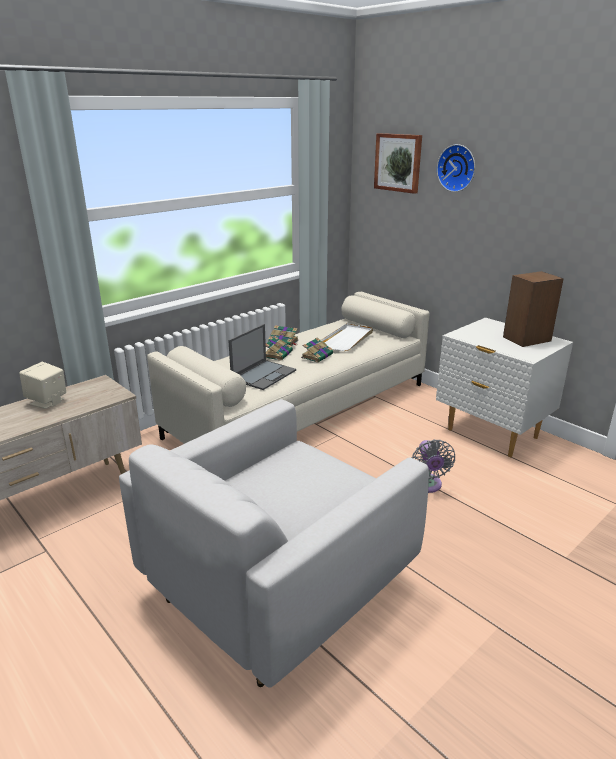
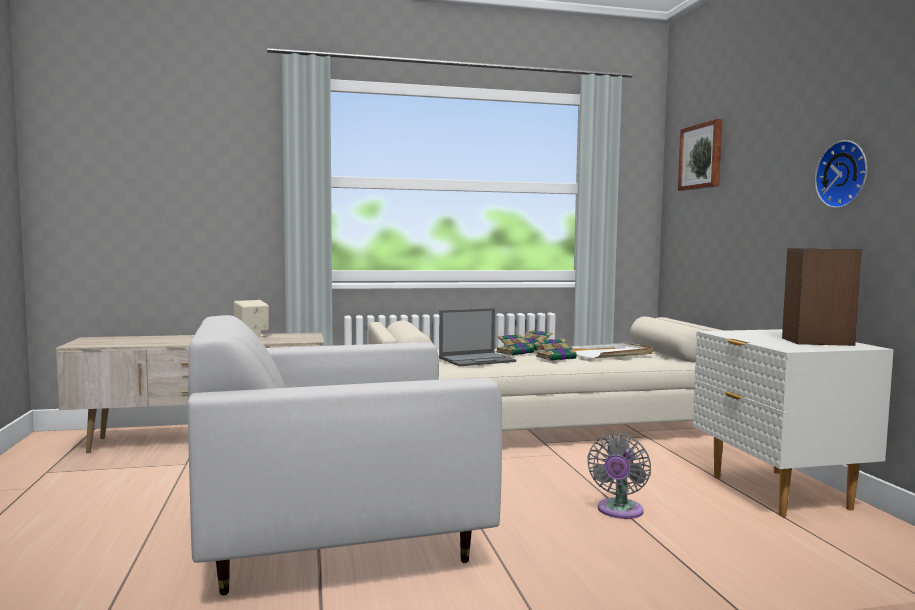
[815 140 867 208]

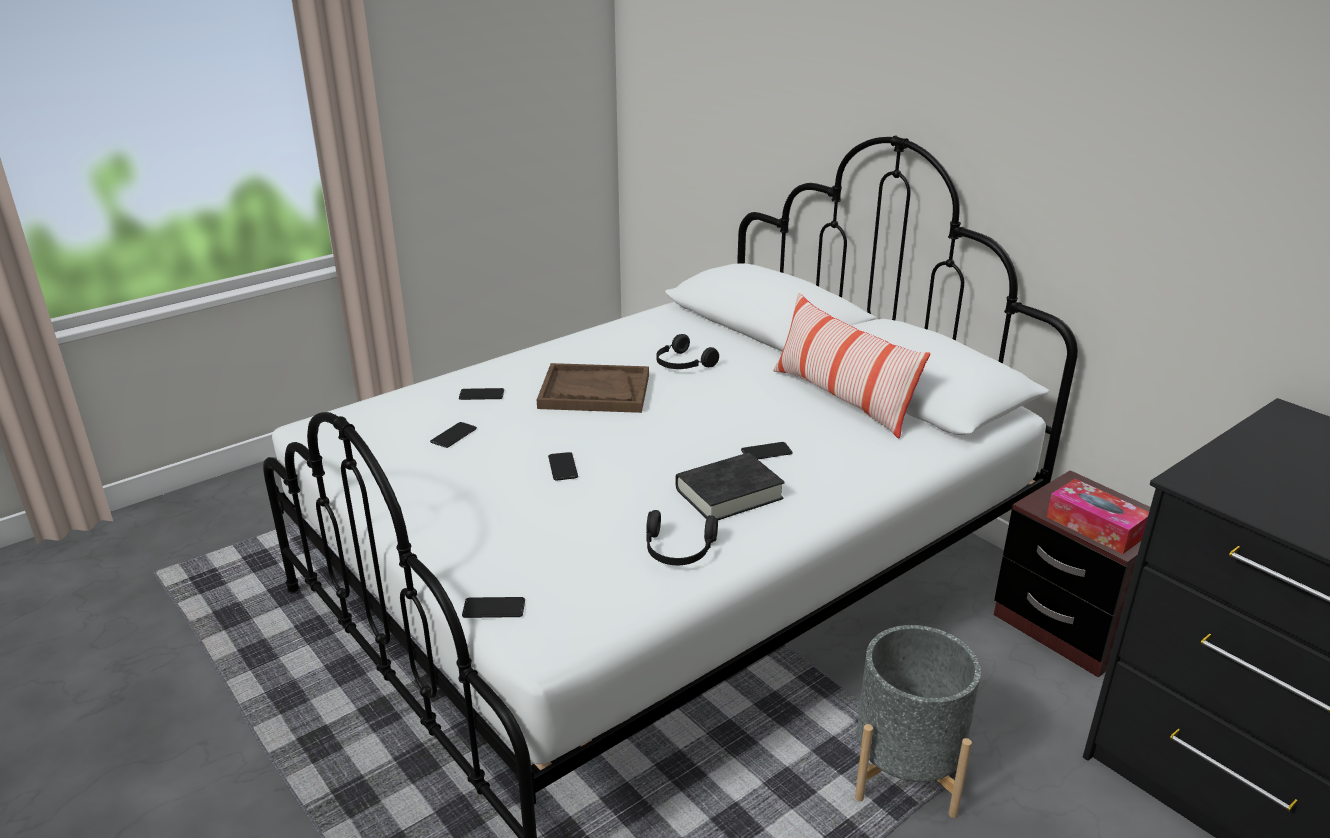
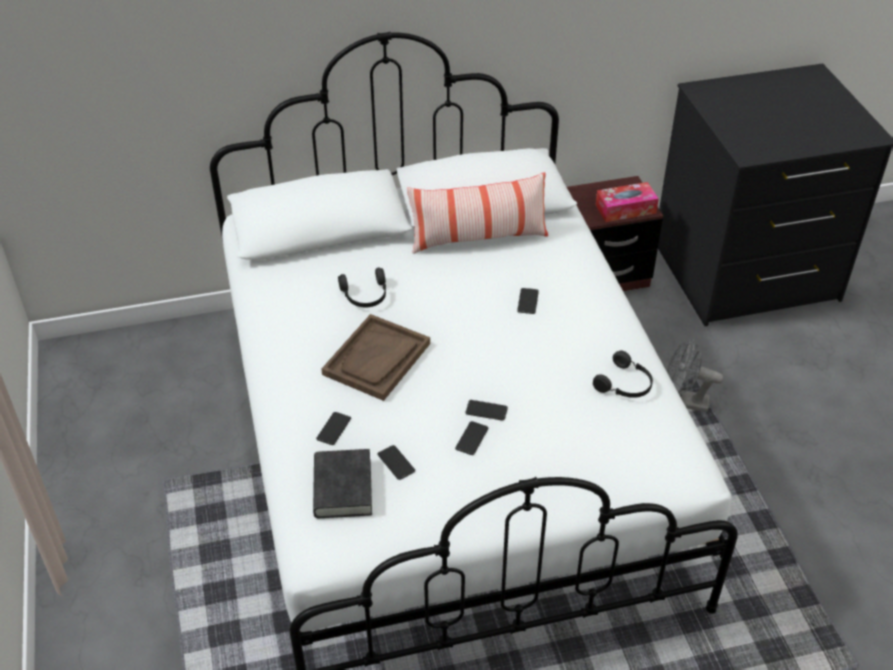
[455 421 489 455]
[313 449 372 518]
[667 339 724 412]

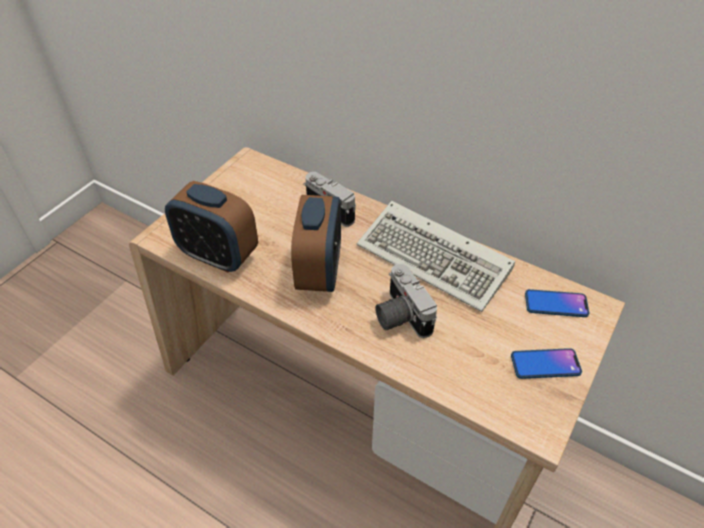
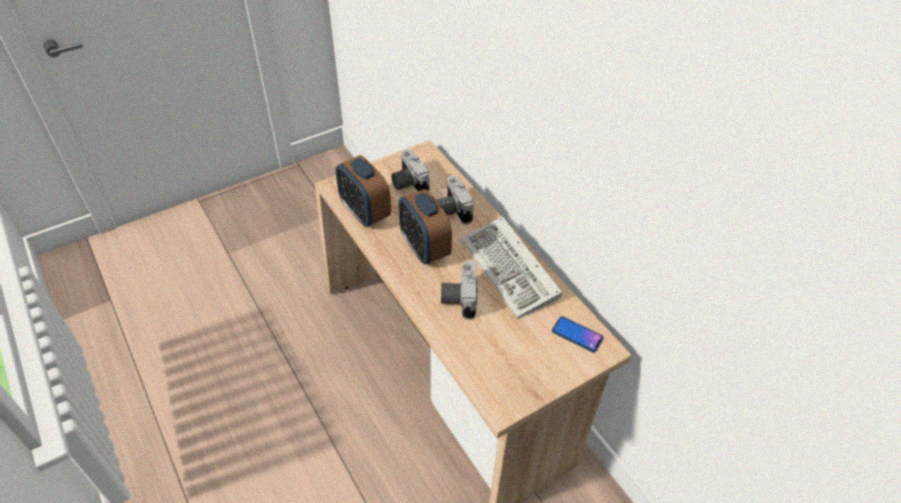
[511 348 582 379] (first image)
[391 149 430 192]
[398 189 452 264]

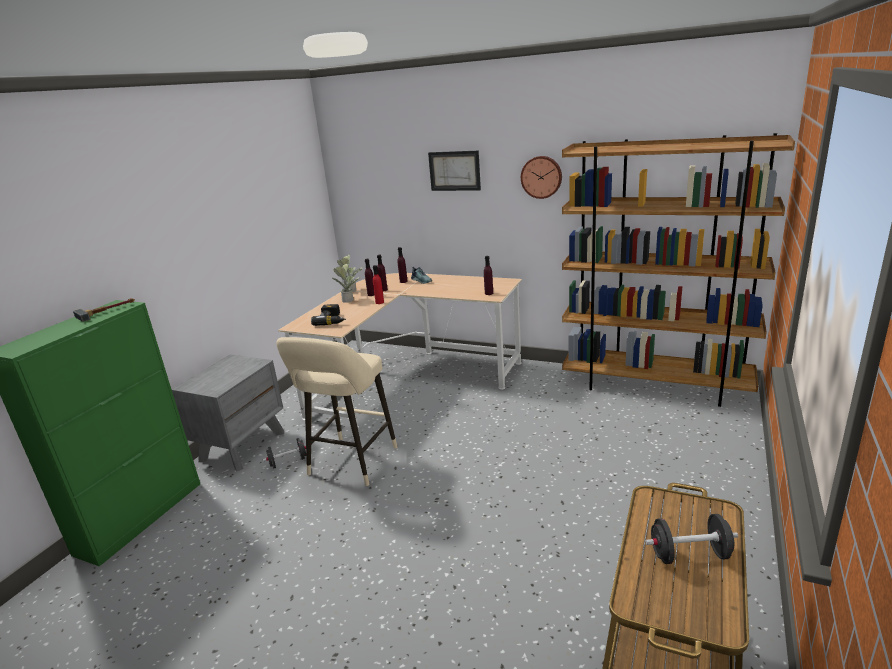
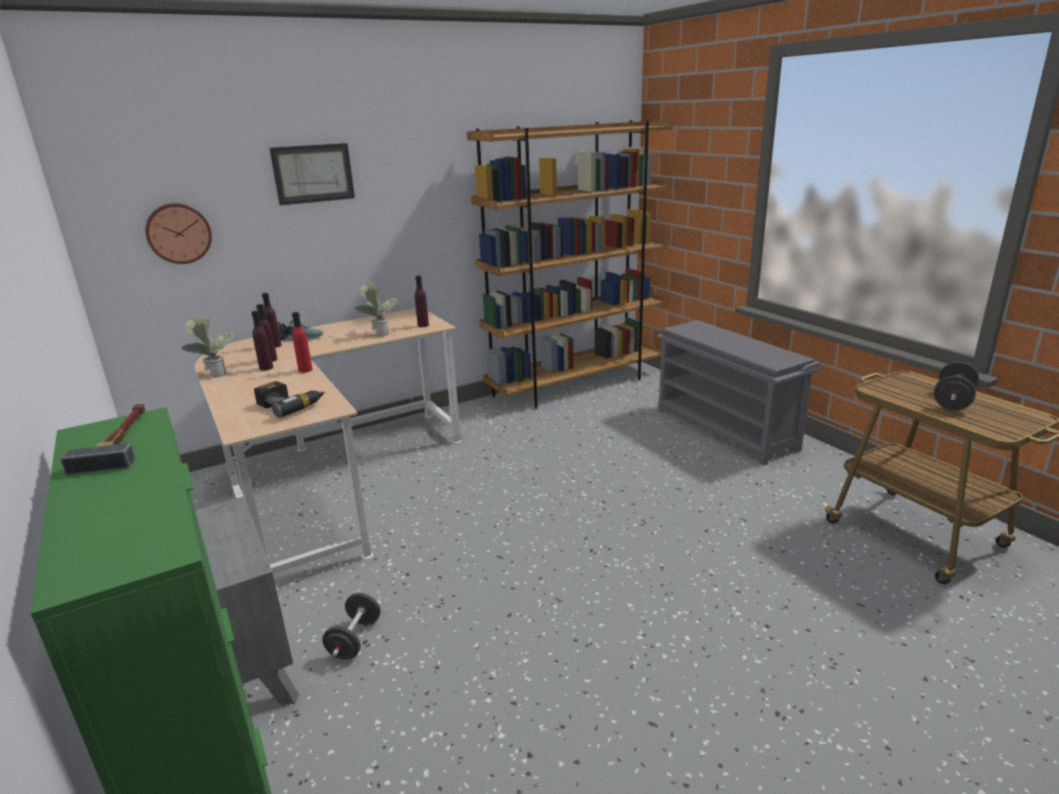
[276 337 397 486] (first image)
[657 320 820 465]
[355 282 398 337]
[145 203 212 264]

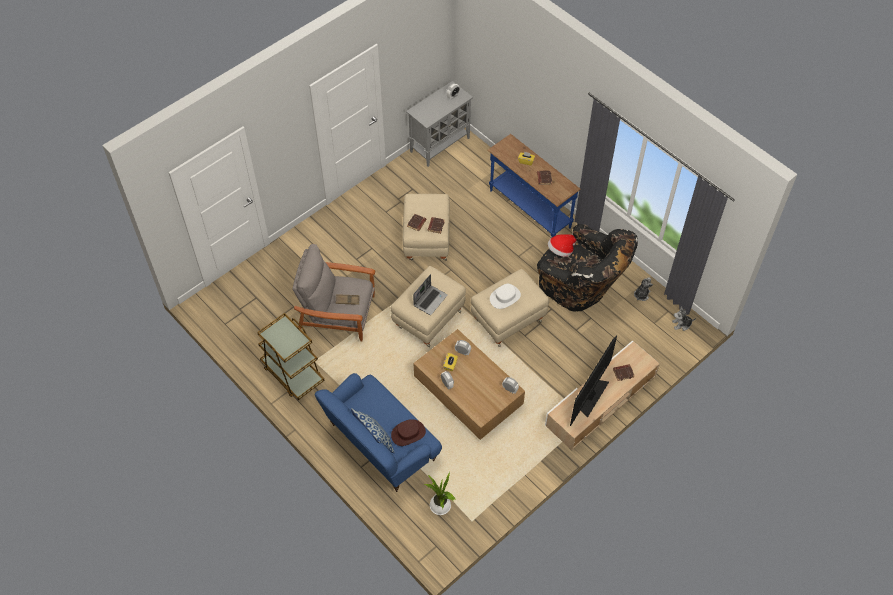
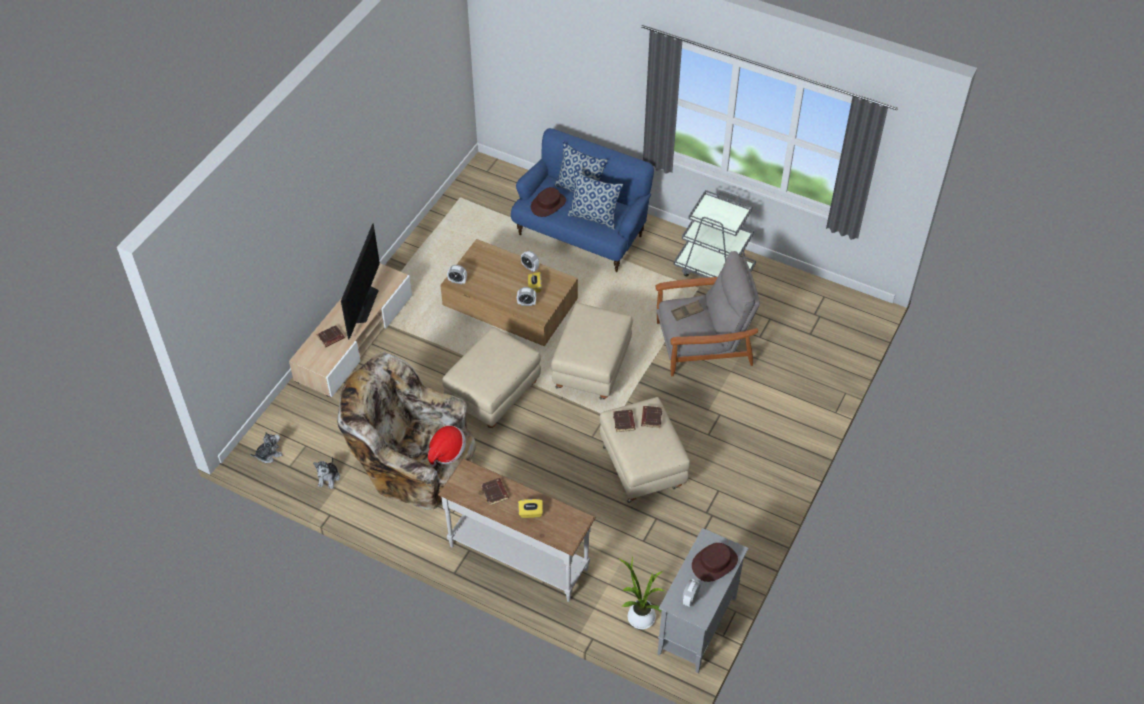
[413 274 447 315] (first image)
[490 284 521 309] (first image)
[567 170 623 230]
[692 543 738 582]
[618 556 665 629]
[673 190 756 278]
[438 459 596 602]
[337 352 476 510]

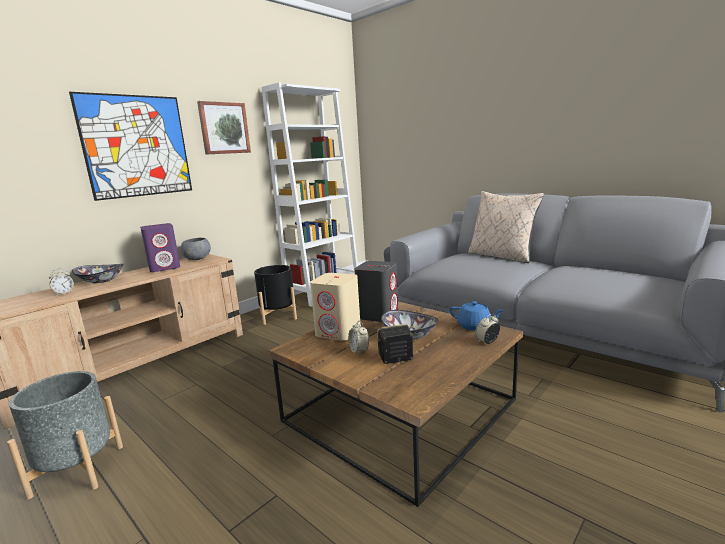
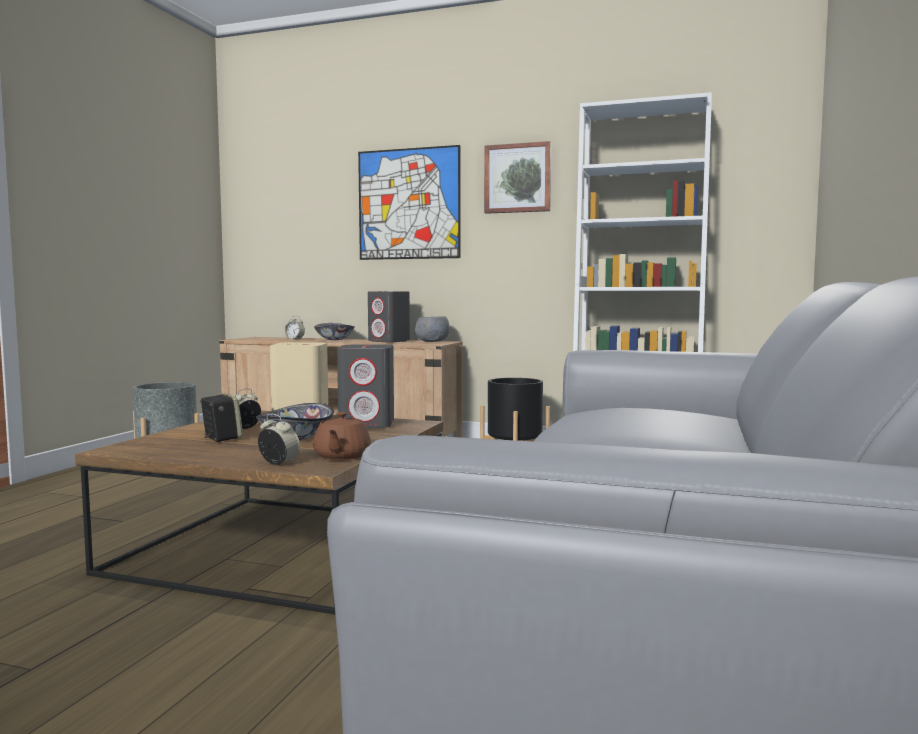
[468 191 544 263] (first image)
[368 291 410 343]
[313 412 371 460]

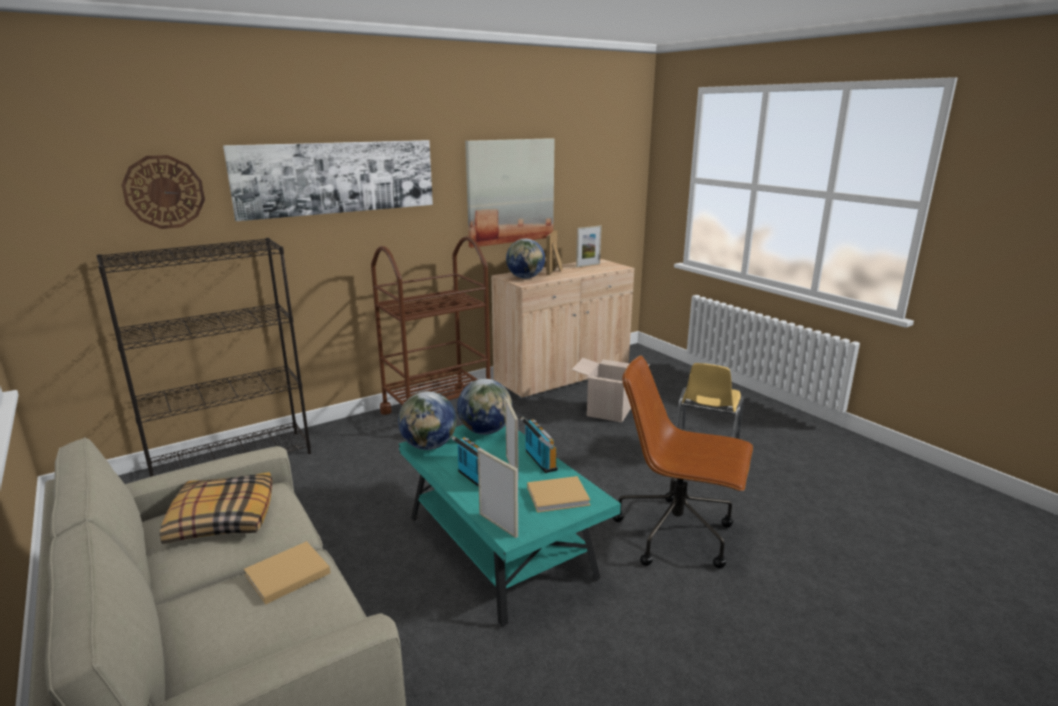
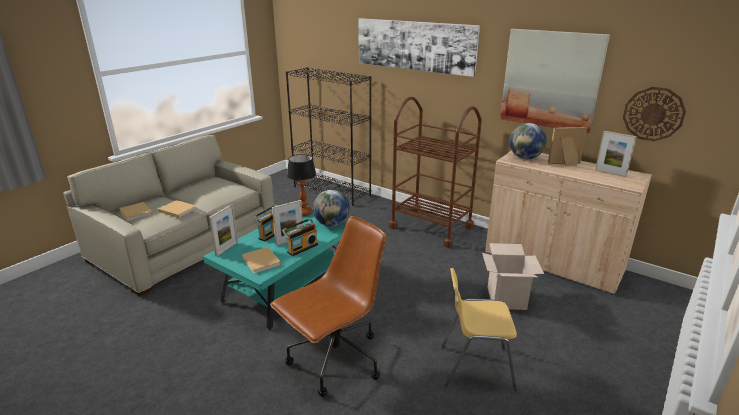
[160 472 272 544] (first image)
[119 202 152 221]
[623 87 686 141]
[287 154 316 216]
[270 216 387 397]

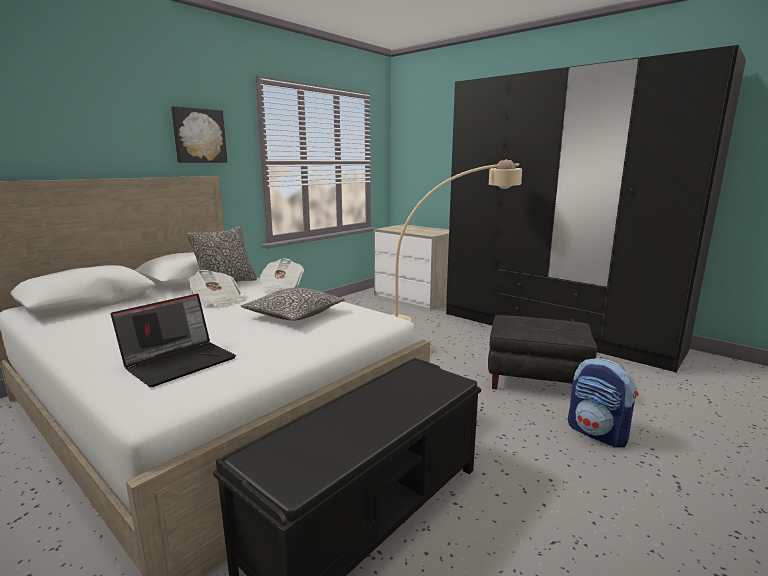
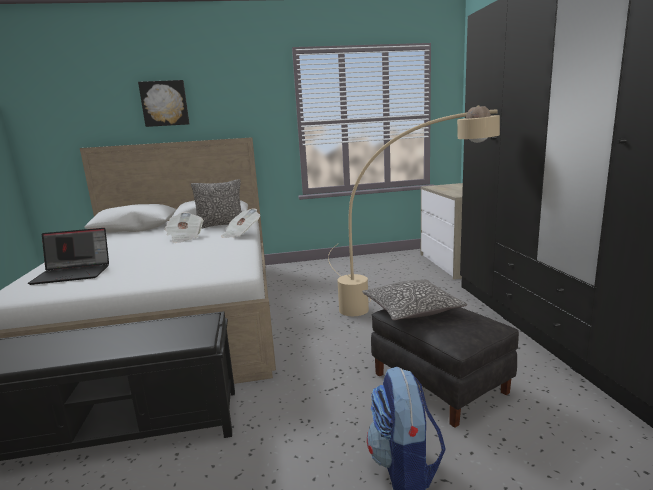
[138 80 189 127]
[362 279 467 320]

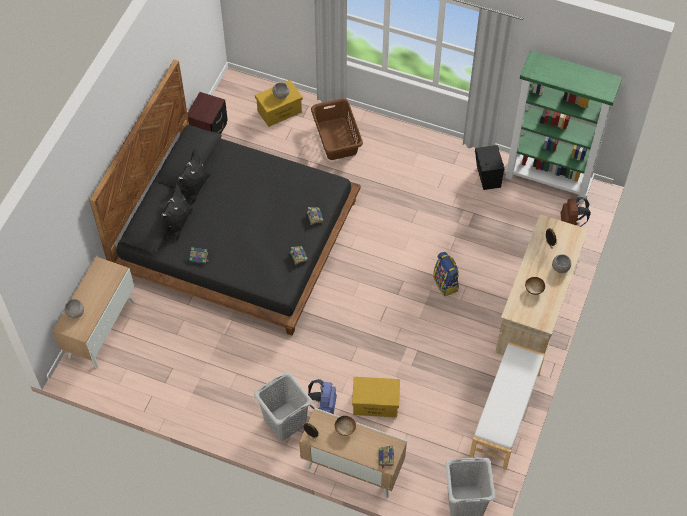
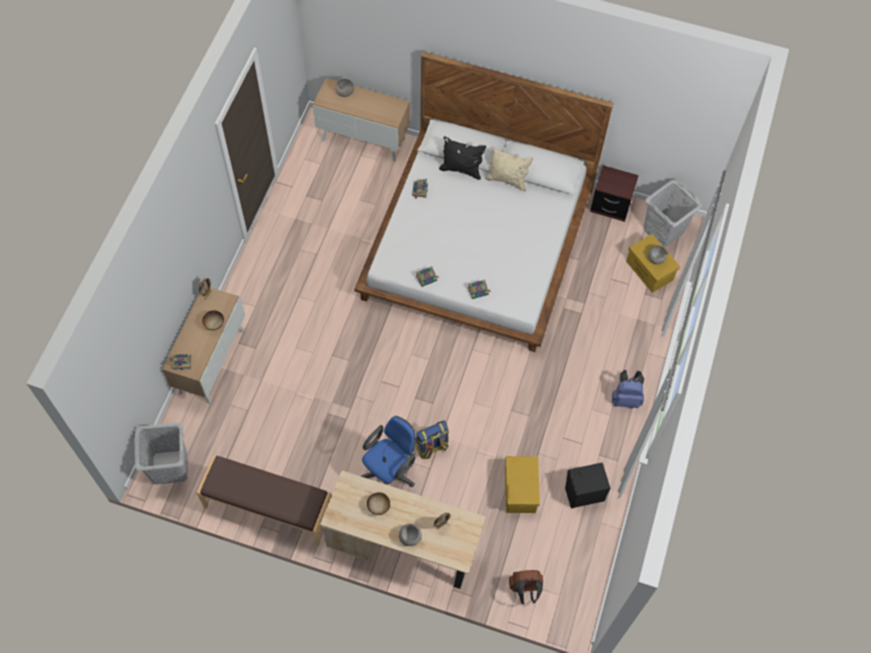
[311 98 363 160] (first image)
[505 51 622 202] (first image)
[361 416 416 487]
[644 179 702 247]
[612 370 644 408]
[505 456 540 513]
[354 52 613 352]
[485 146 533 192]
[197 455 331 546]

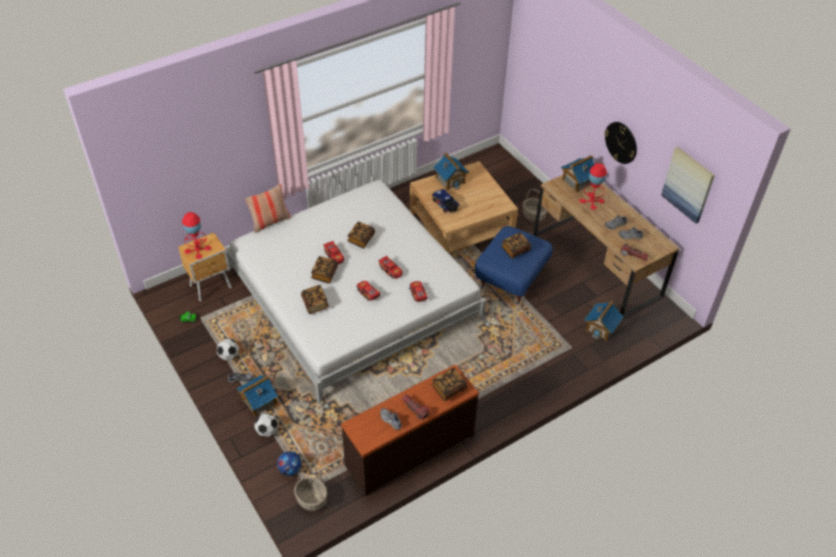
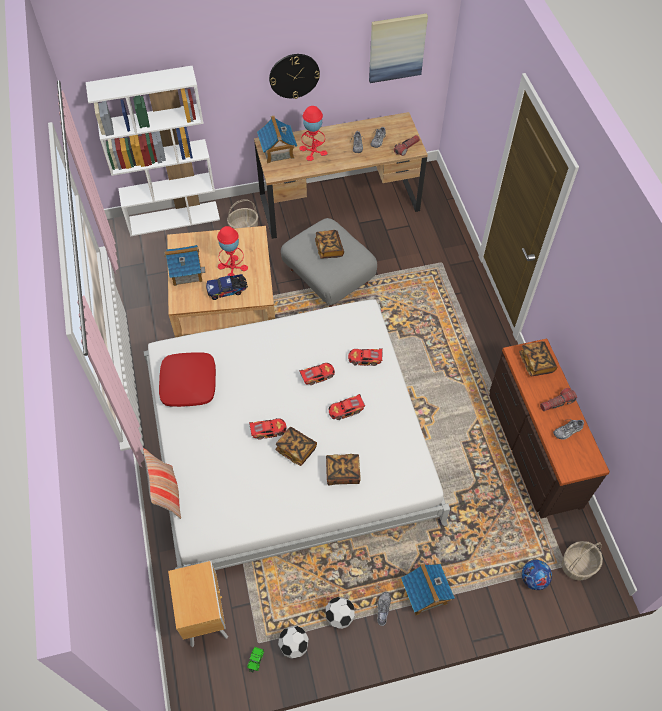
[347 222 375 248] (first image)
[584 300 623 341] (first image)
[86 66 220 237]
[159 352 216 407]
[217 226 248 279]
[278 626 309 658]
[281 218 377 307]

